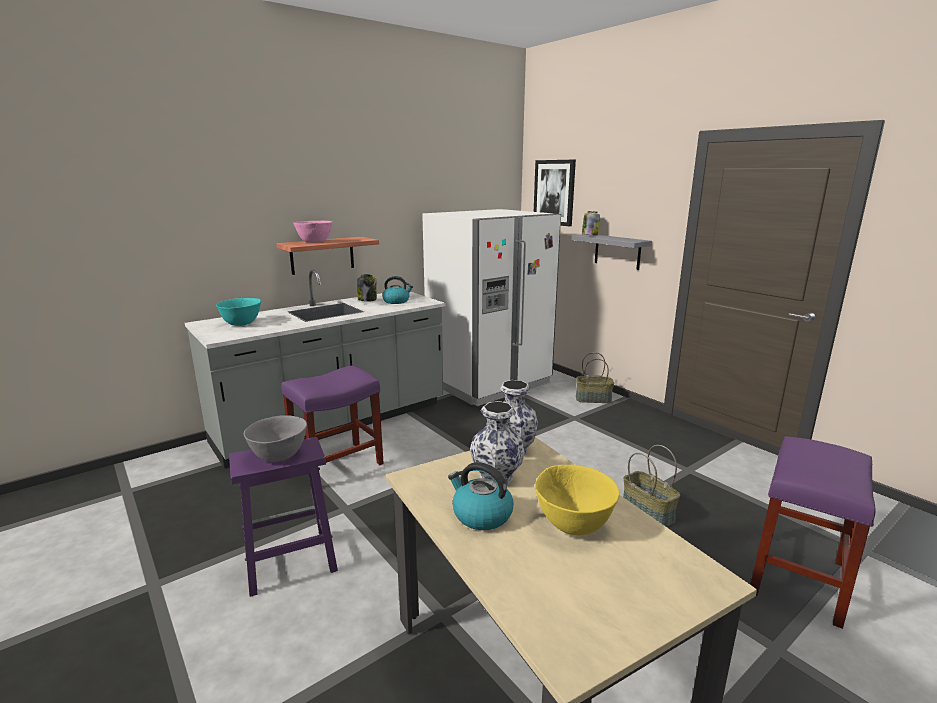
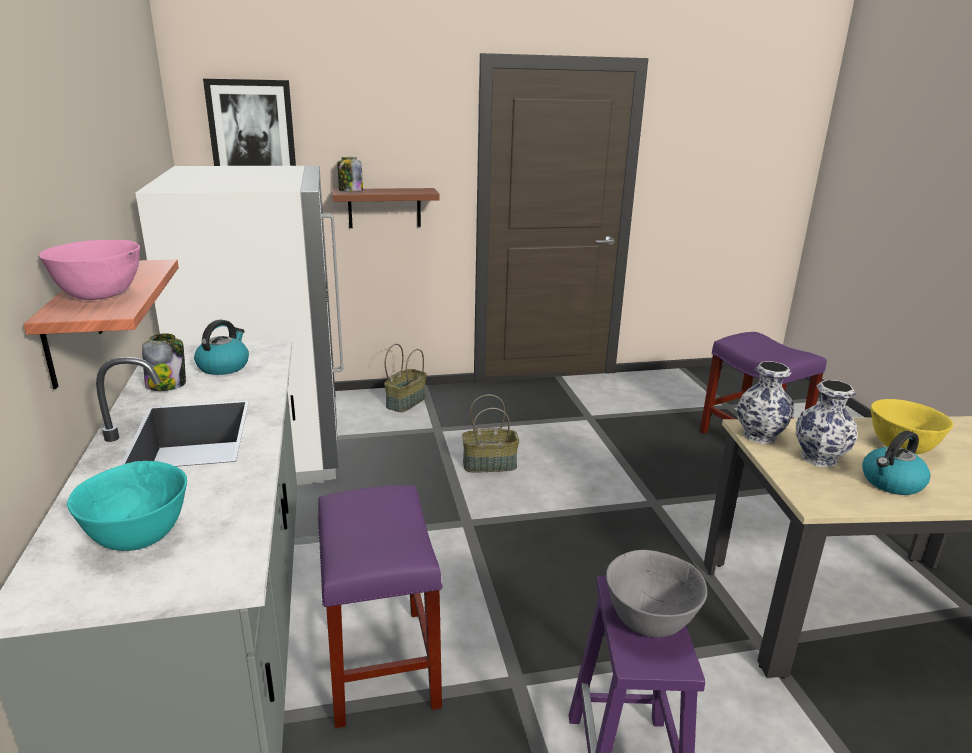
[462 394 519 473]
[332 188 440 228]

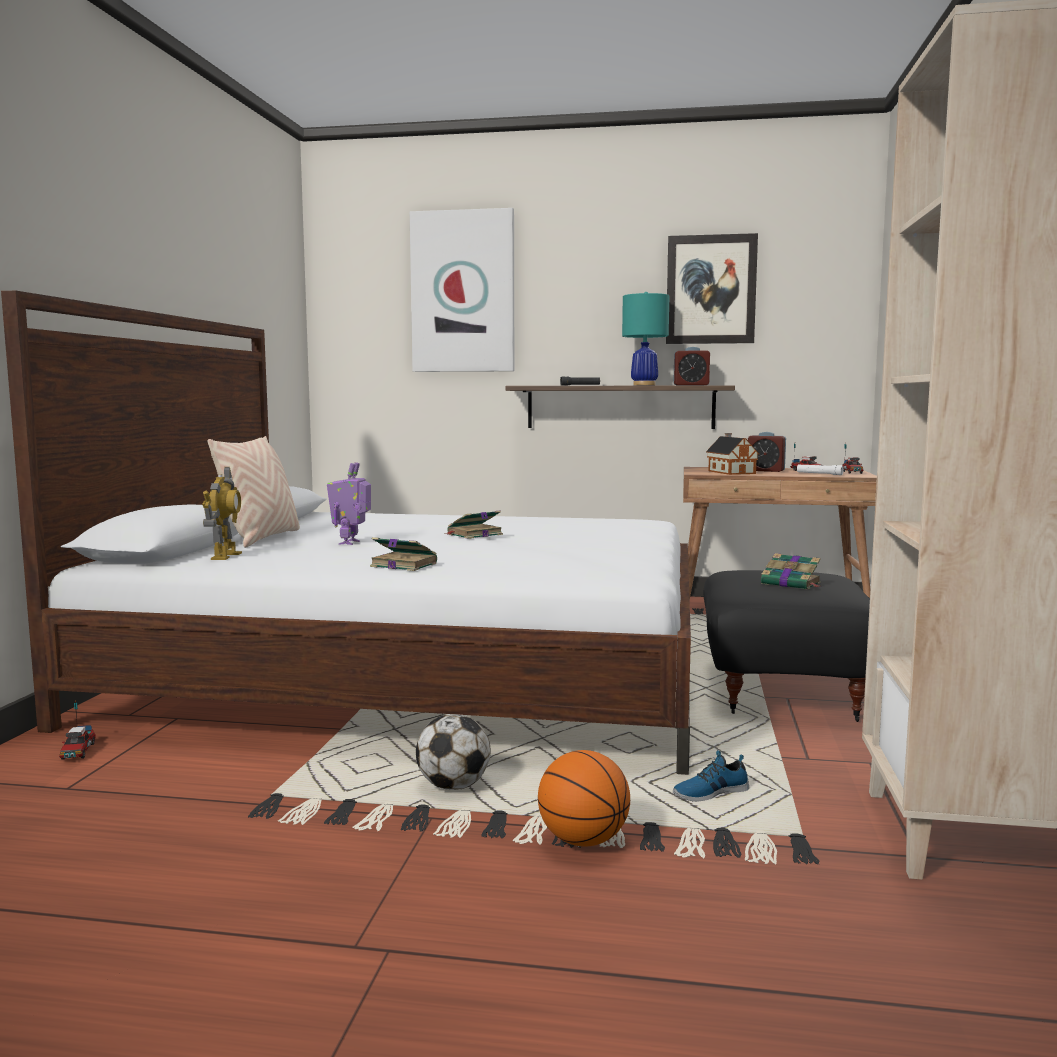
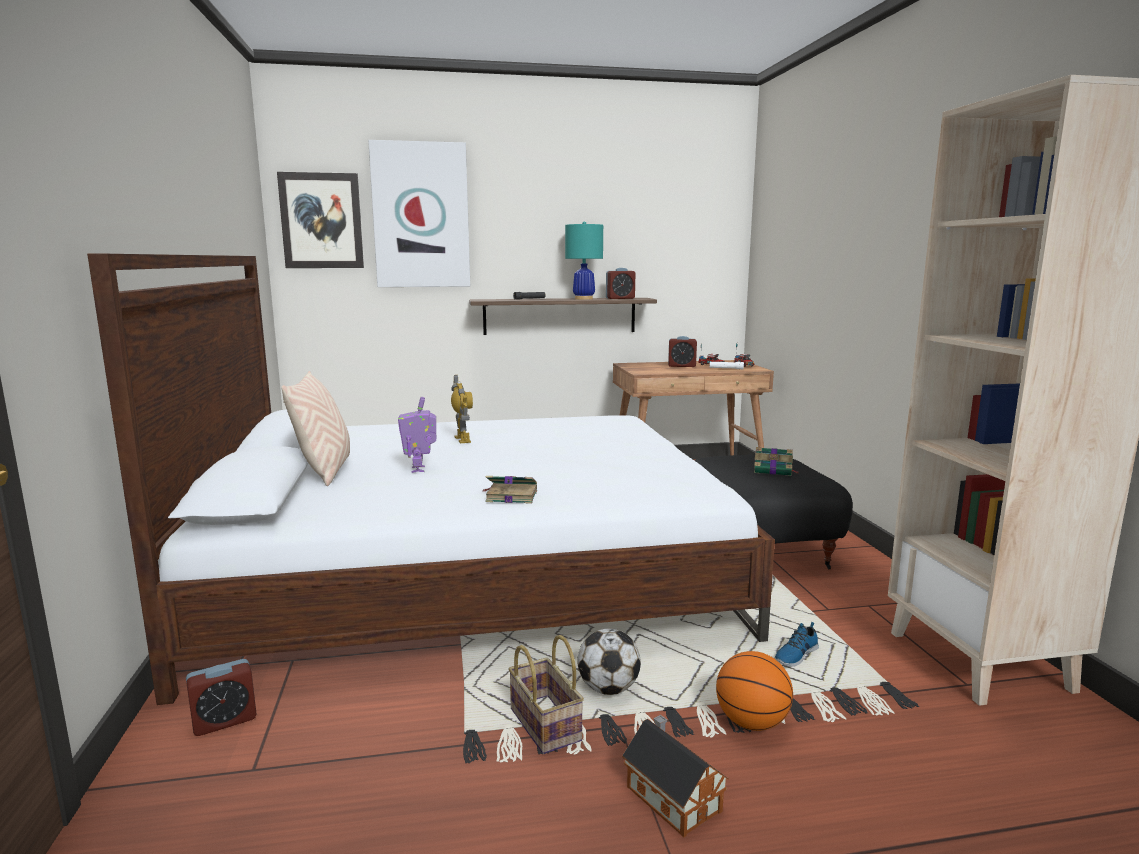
[444 510 503 539] (first image)
[509 635 584 754]
[451 375 473 443]
[277 172 364 268]
[622 715 729 837]
[186 659 257 736]

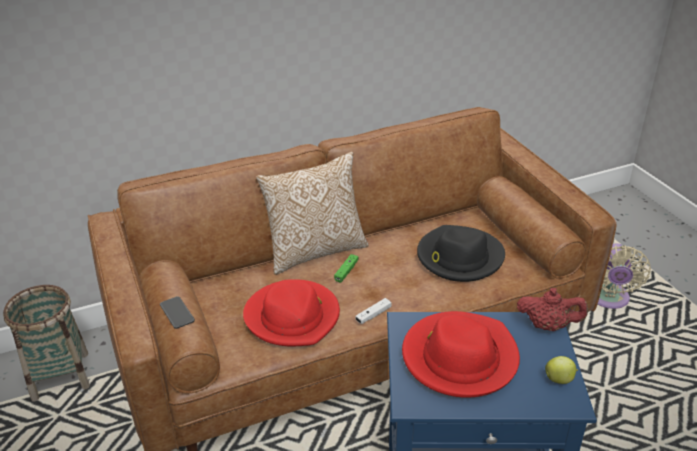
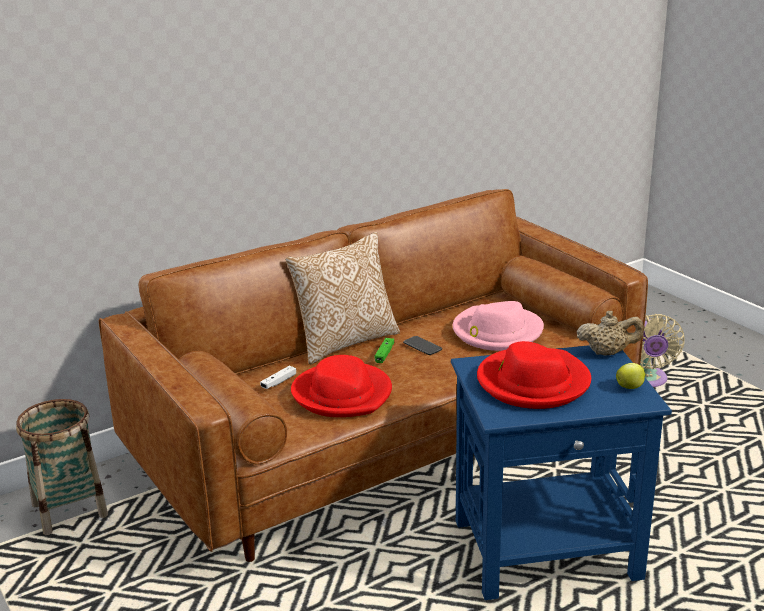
[403 336 442 355]
[260 366 296 389]
[453 301 544 351]
[576 311 644 356]

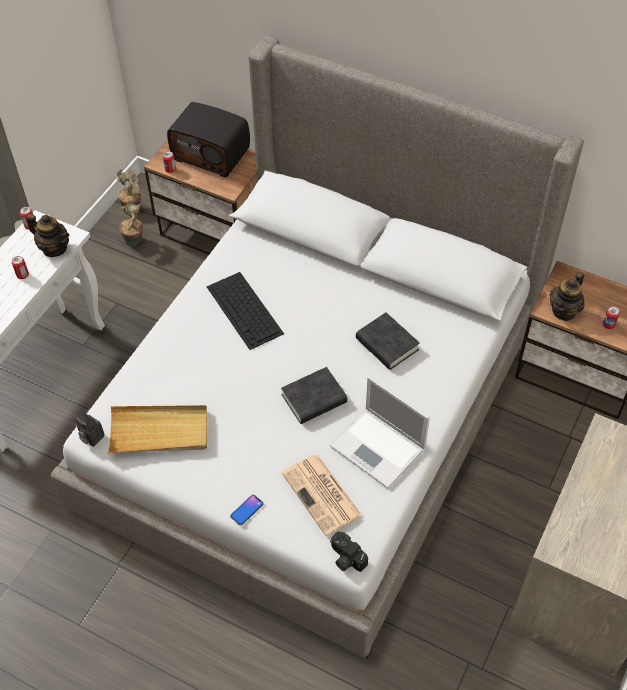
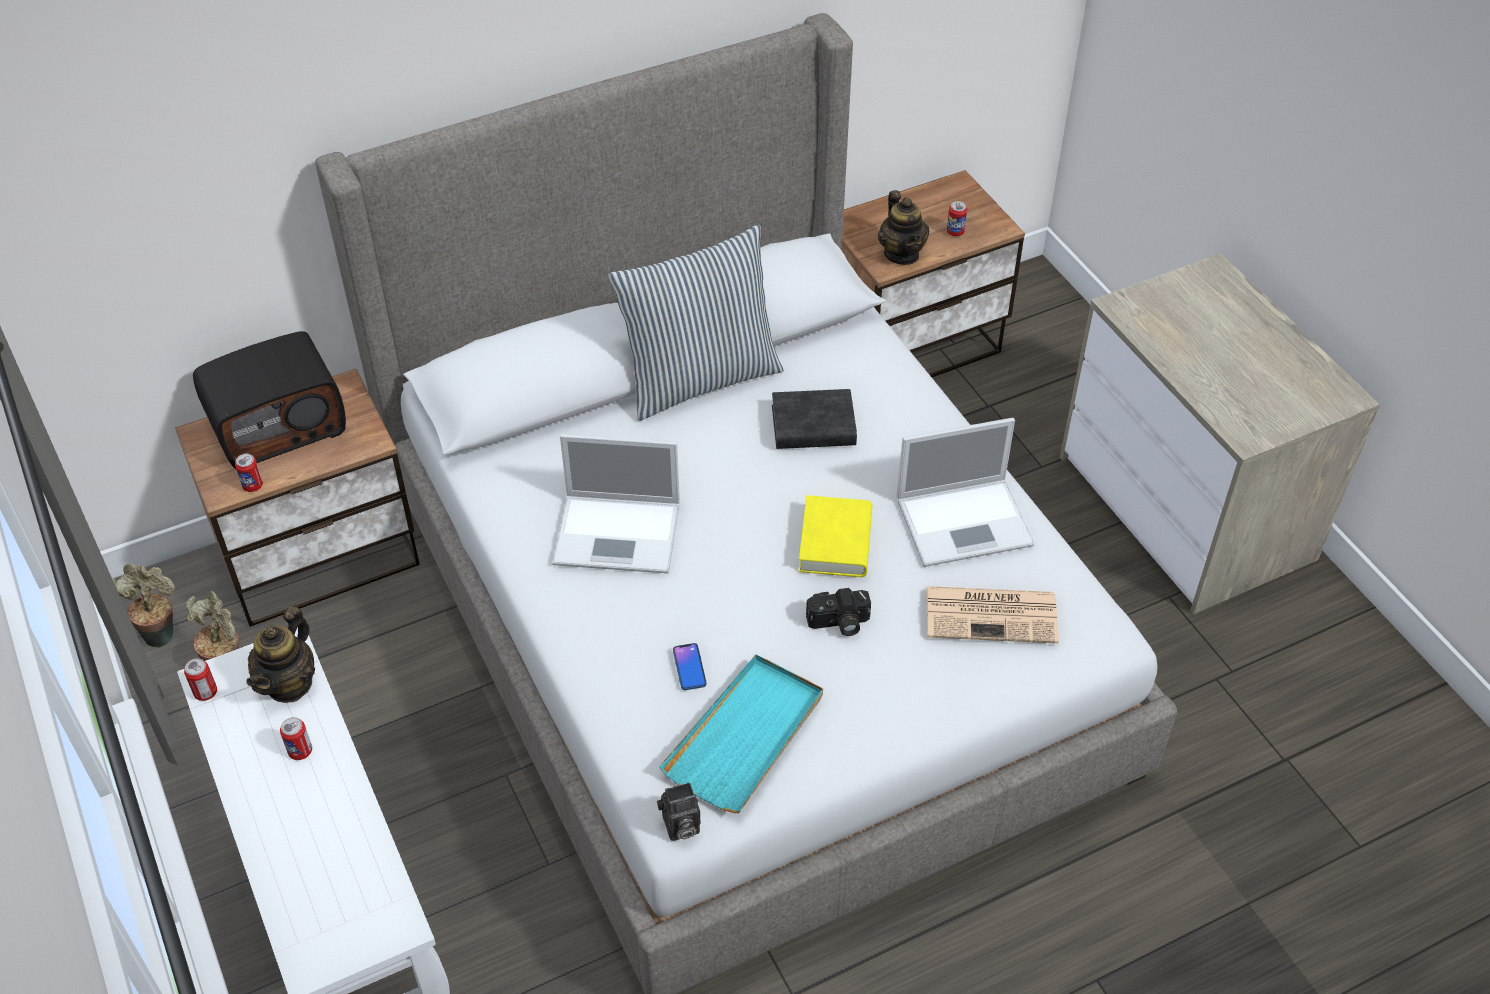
[608 225 784 421]
[673 643 707 690]
[806 588 871 636]
[552 434 680 573]
[659 655 823 813]
[799 495 872 577]
[246 606 315 703]

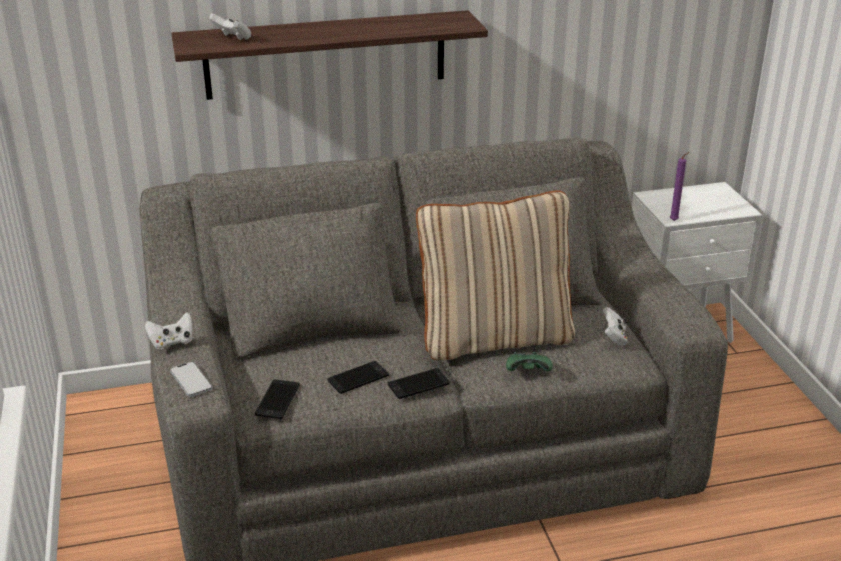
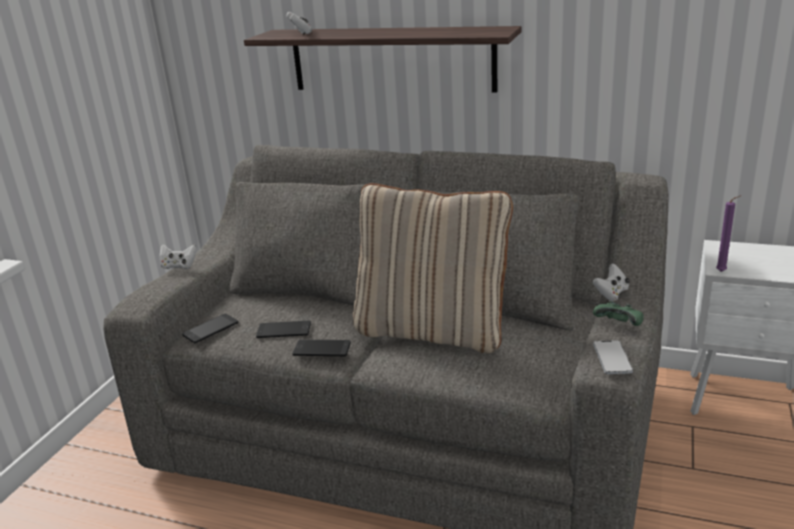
[593 340 633 374]
[593 301 644 326]
[592 263 630 301]

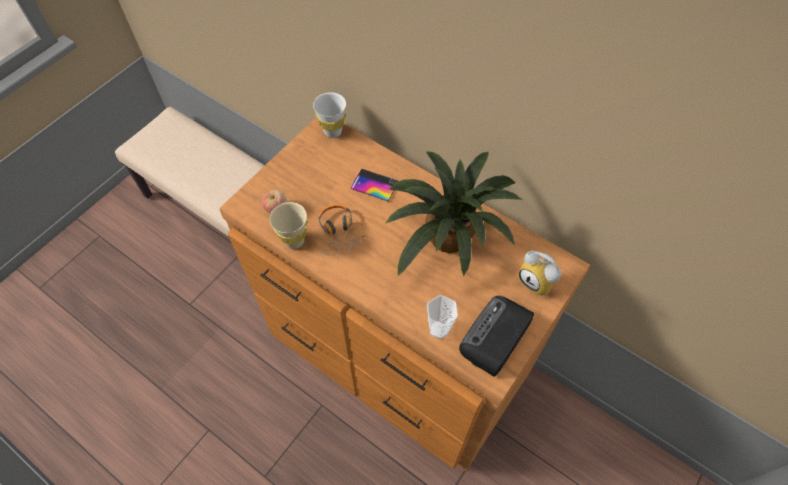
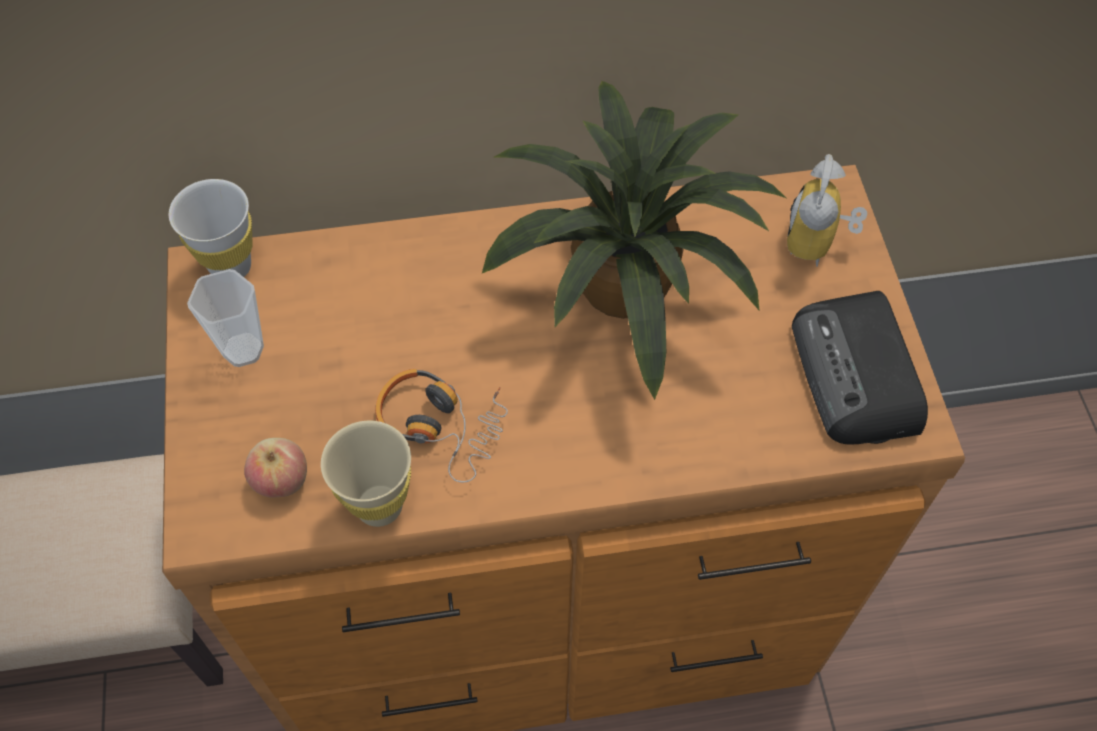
[350 169 399 201] (first image)
[187 269 264 367]
[787 154 867 267]

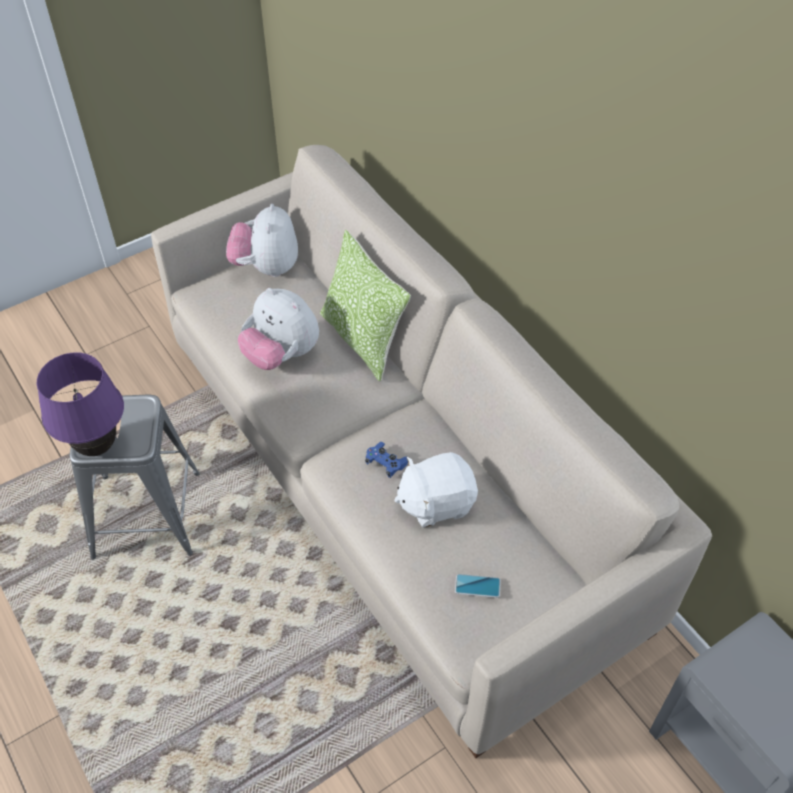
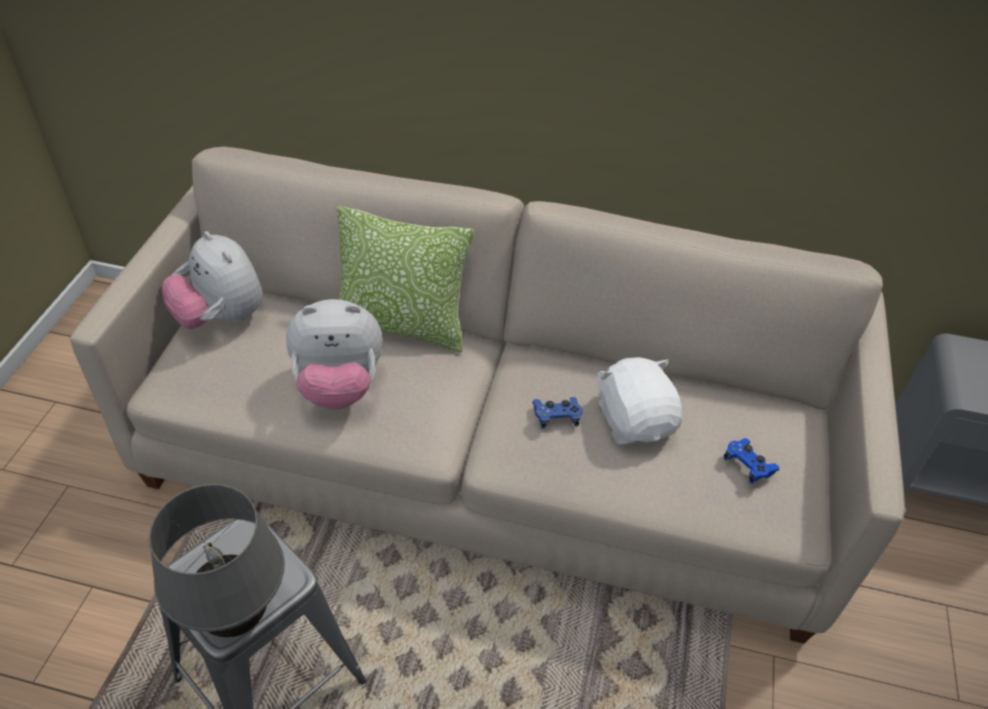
[724 438 779 484]
[149 484 285 637]
[597 357 683 445]

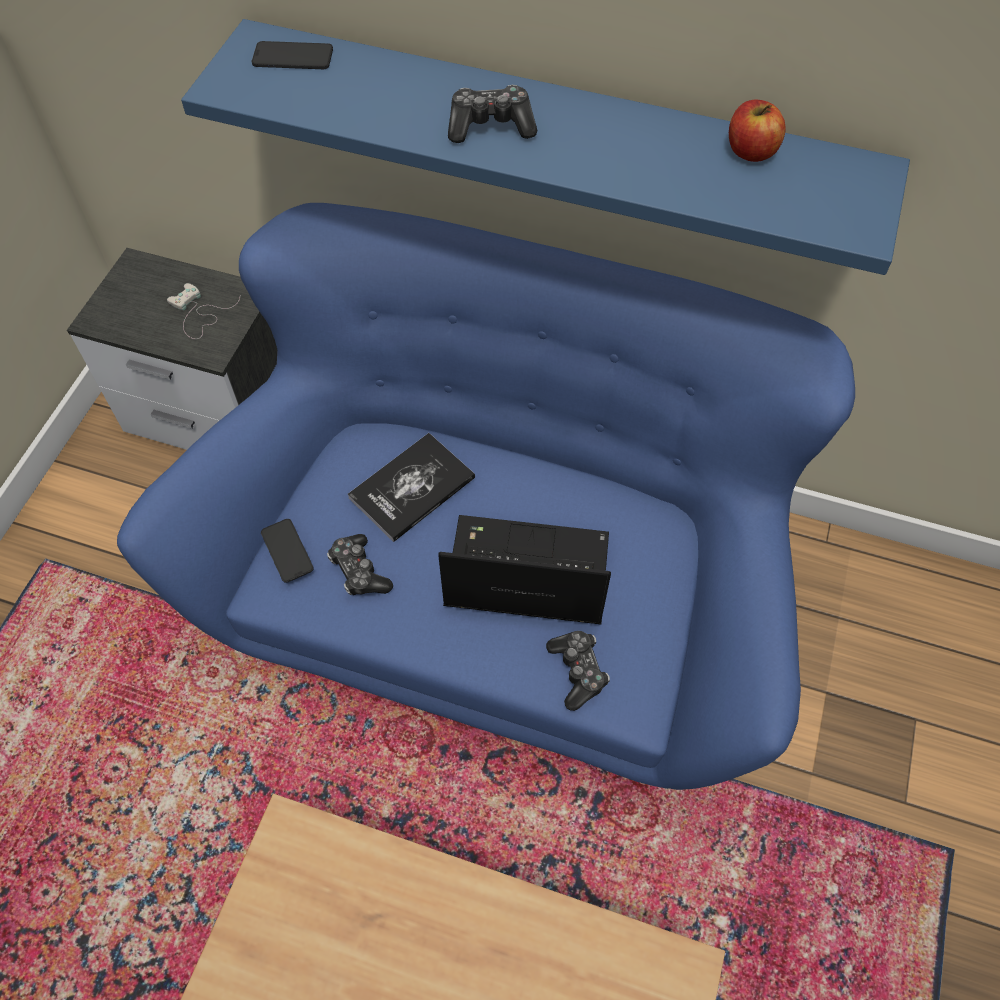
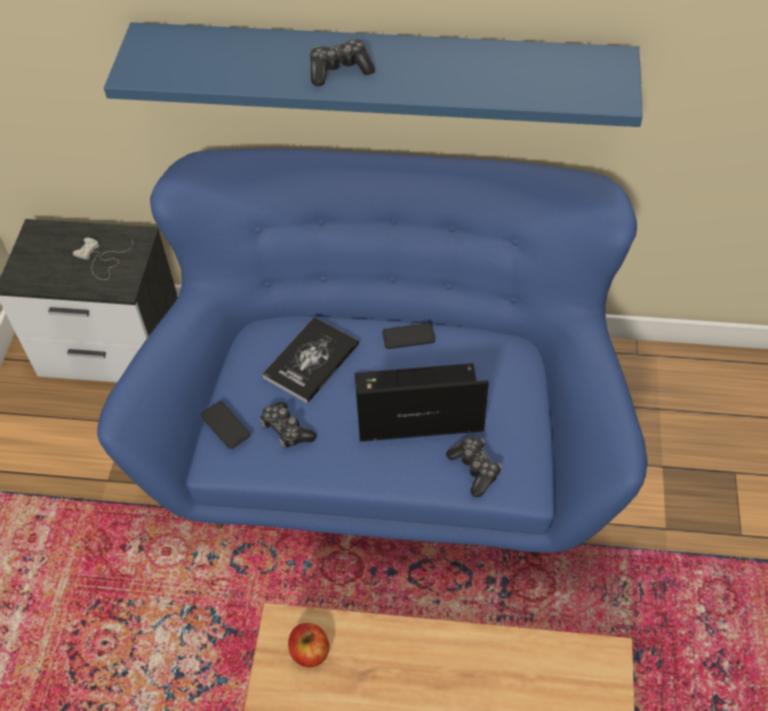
[382 323 435 349]
[288 623 329 667]

